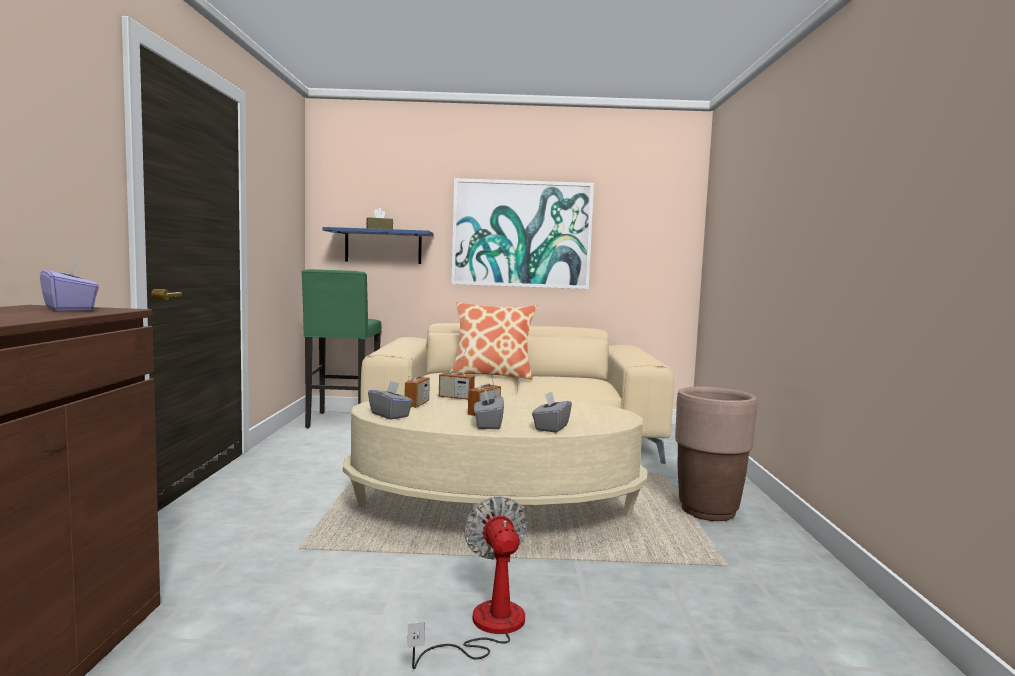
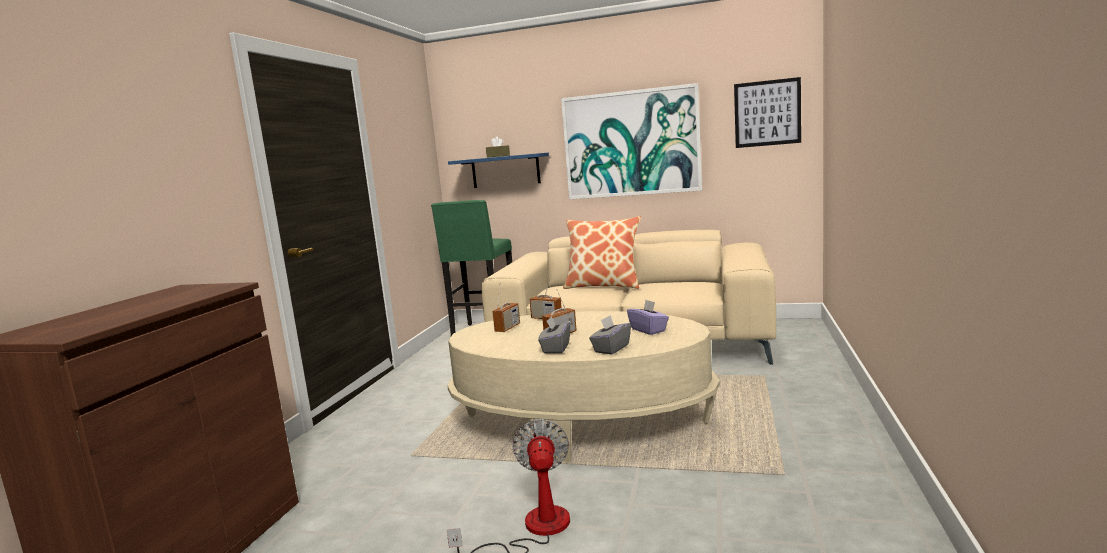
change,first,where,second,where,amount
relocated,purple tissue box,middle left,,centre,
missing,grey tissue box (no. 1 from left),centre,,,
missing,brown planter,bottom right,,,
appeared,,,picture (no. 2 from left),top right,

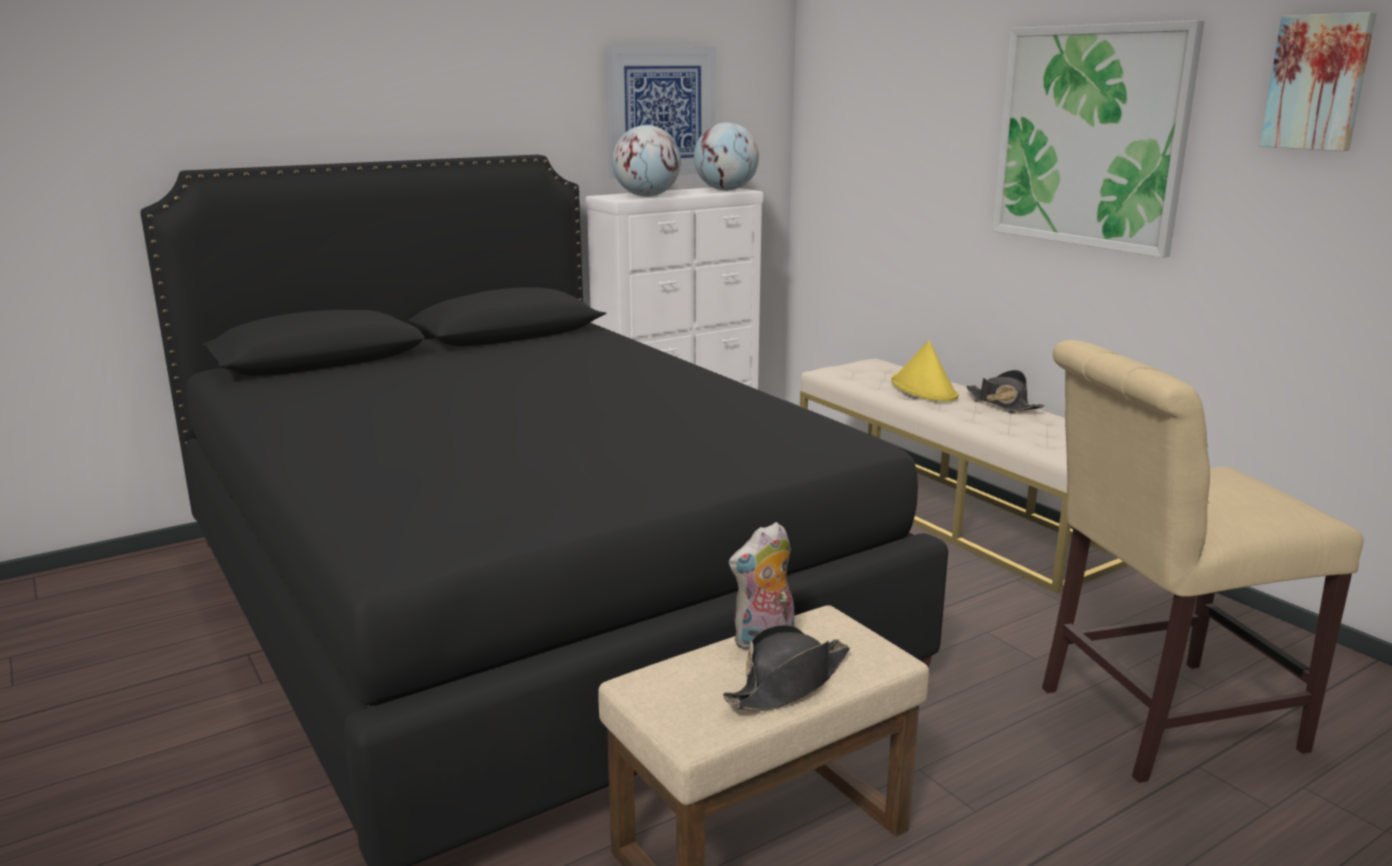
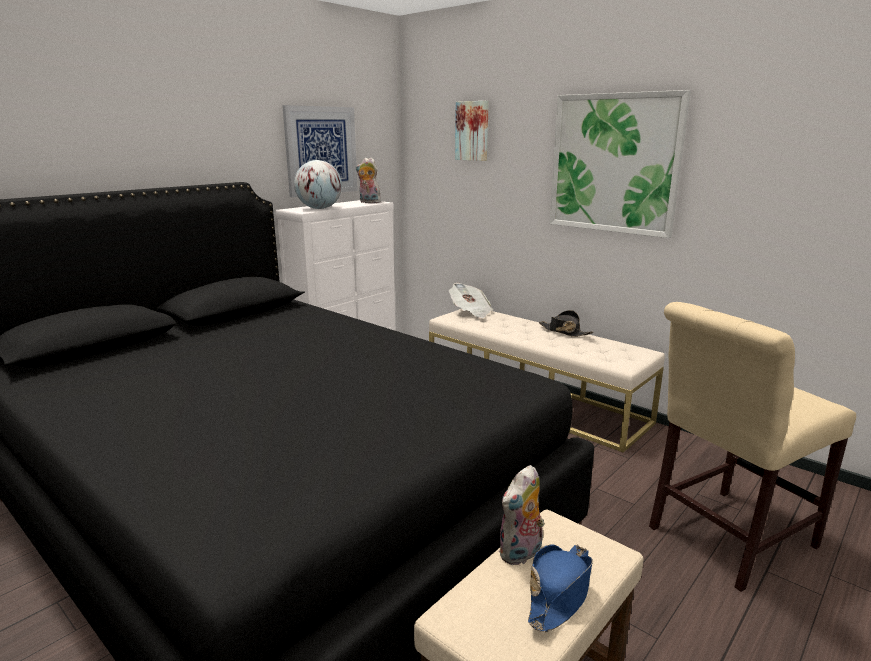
change,first,where,second,where,amount
exchanged,globe (no. 2 from left),top centre,plush toy (no. 1 from left),top centre,
colour,black hat (no. 1 from left),bottom centre,blue hat,bottom centre,
missing,yellow hat,centre,,,
relocated,picture (no. 3 from left in the first image),top right,picture (no. 2 from left),top centre,
appeared,,,newspaper,centre,

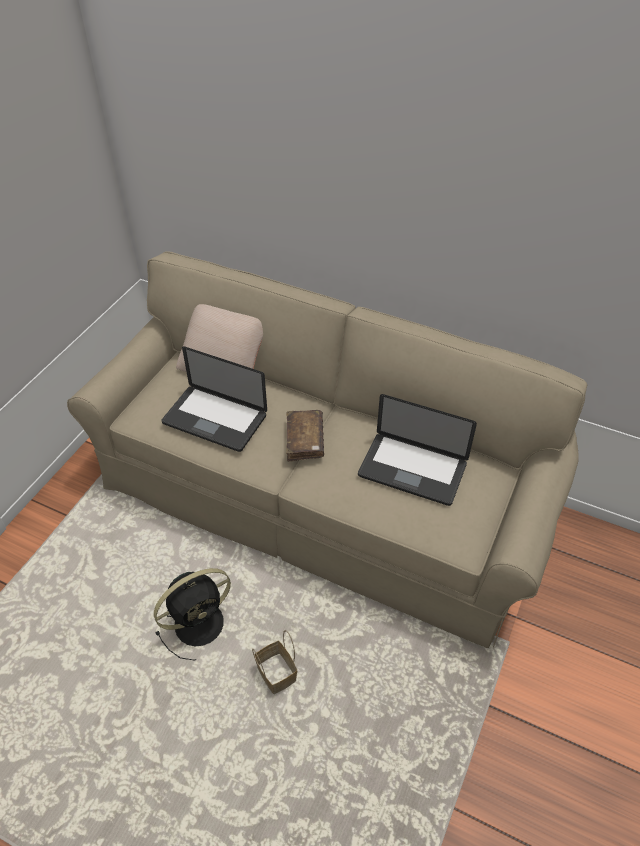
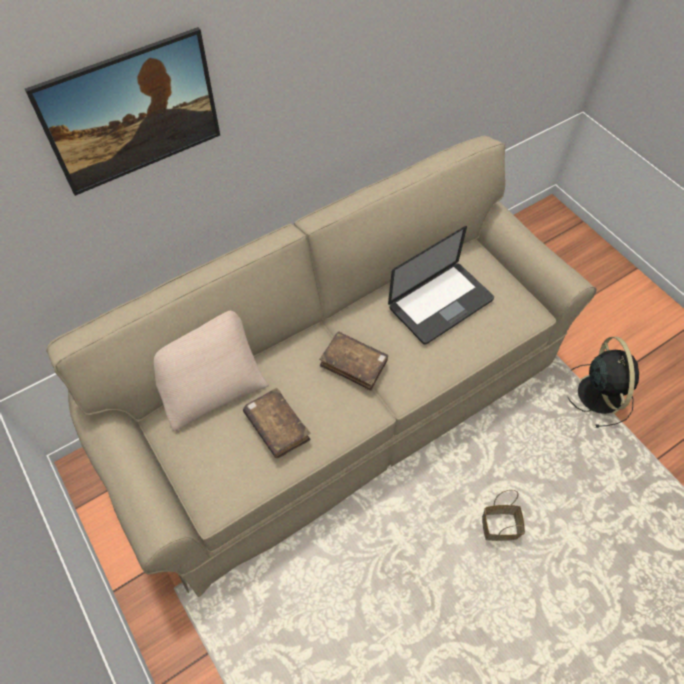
change,first,where,second,where,amount
relocated,black fan,bottom left,,middle right,
exchanged,laptop (no. 1 from left),centre,brown book (no. 1 from left),centre,
appeared,,,picture,top left,

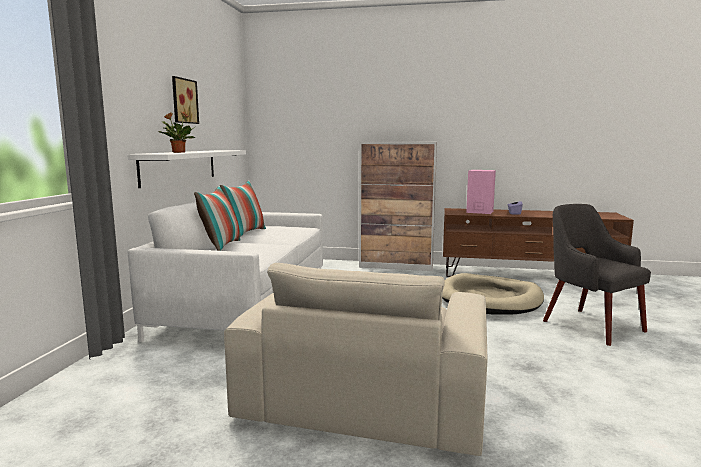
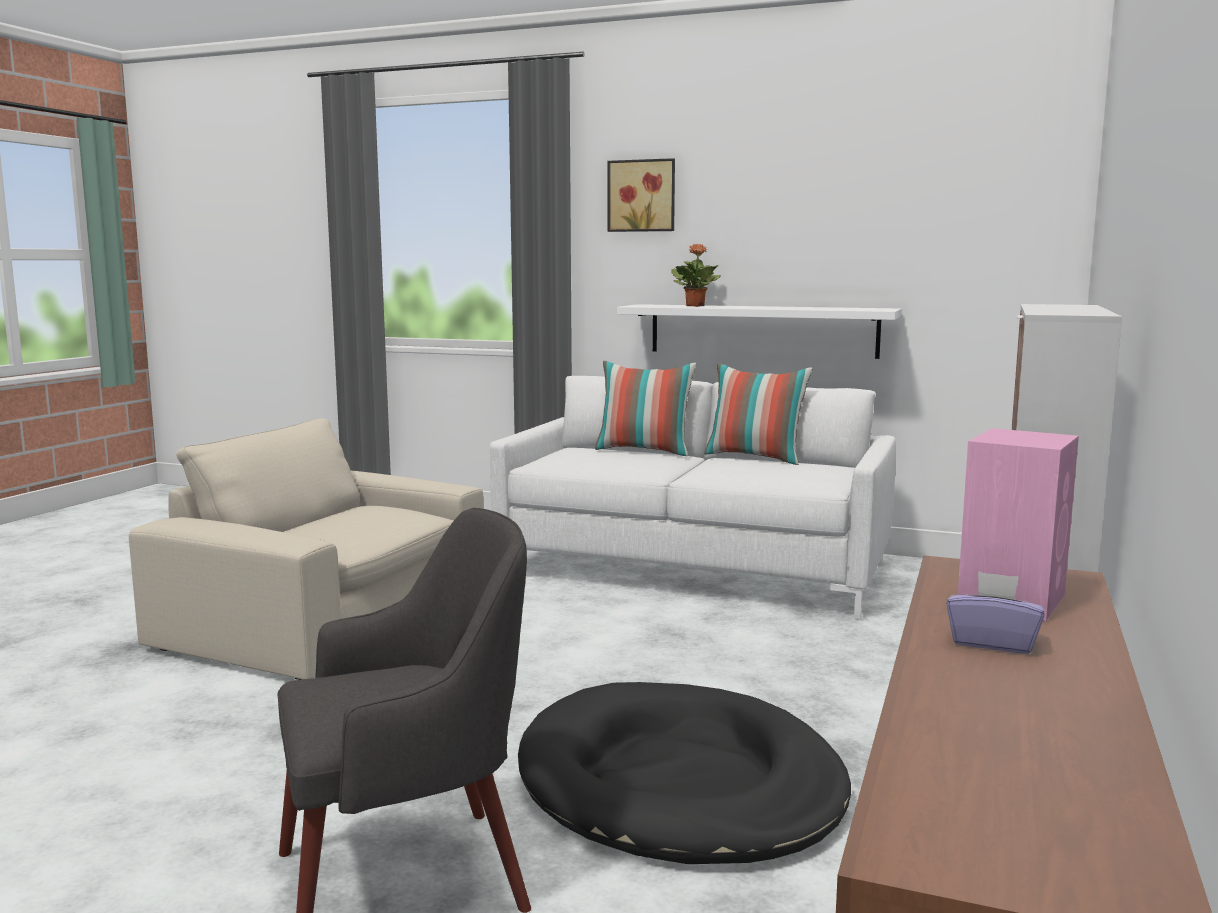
change,first,where,second,where,amount
relocated,picture,top left,,top centre,
colour,beige dog bed,middle right,black dog bed,bottom centre,

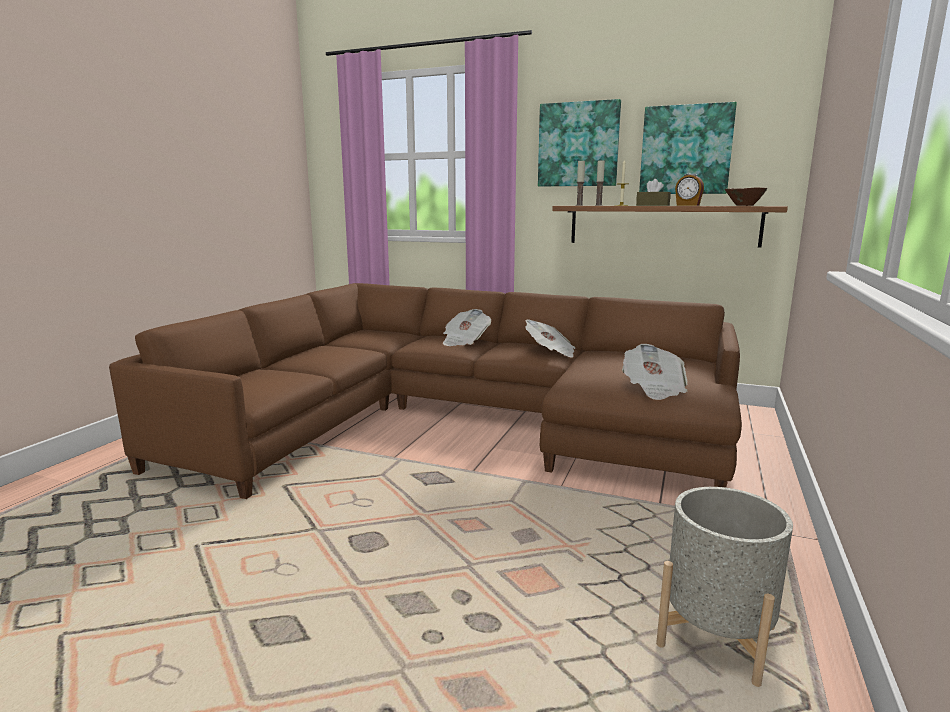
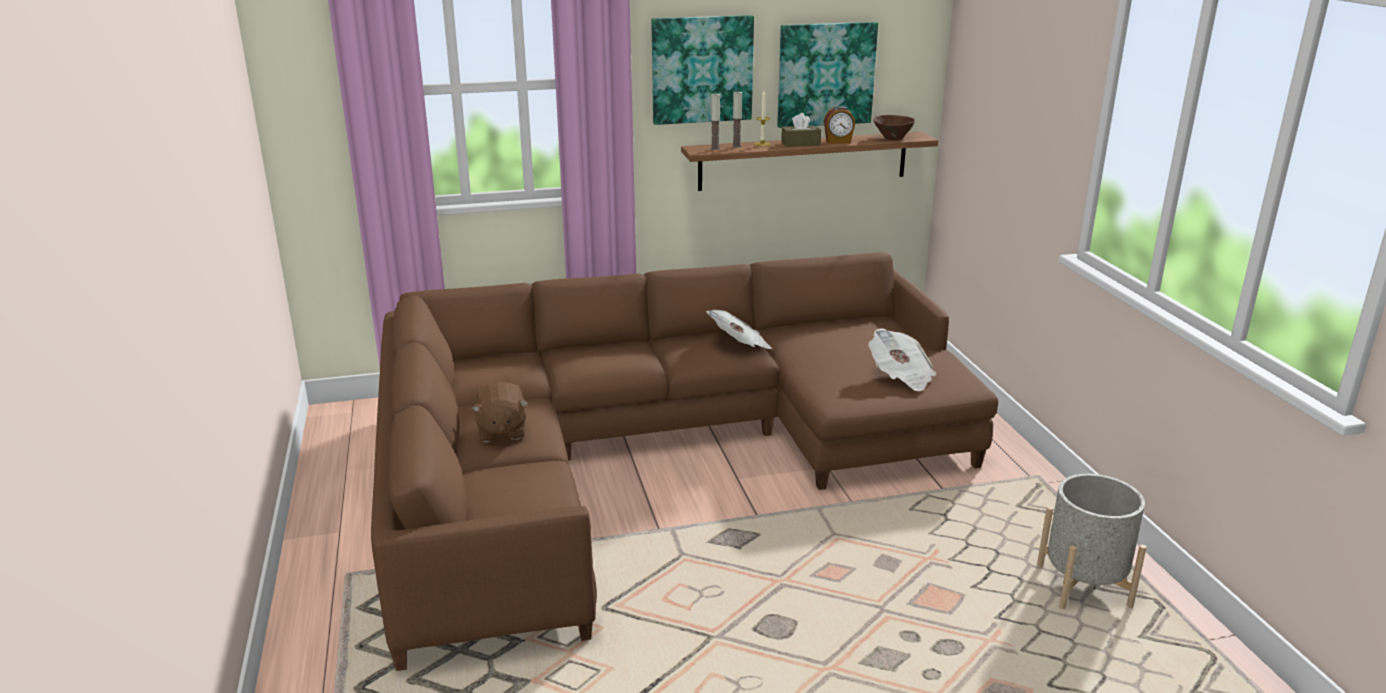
change,first,where,second,where,amount
missing,newspaper (no. 1 from left),centre,,,
appeared,,,brown plush toy,centre,

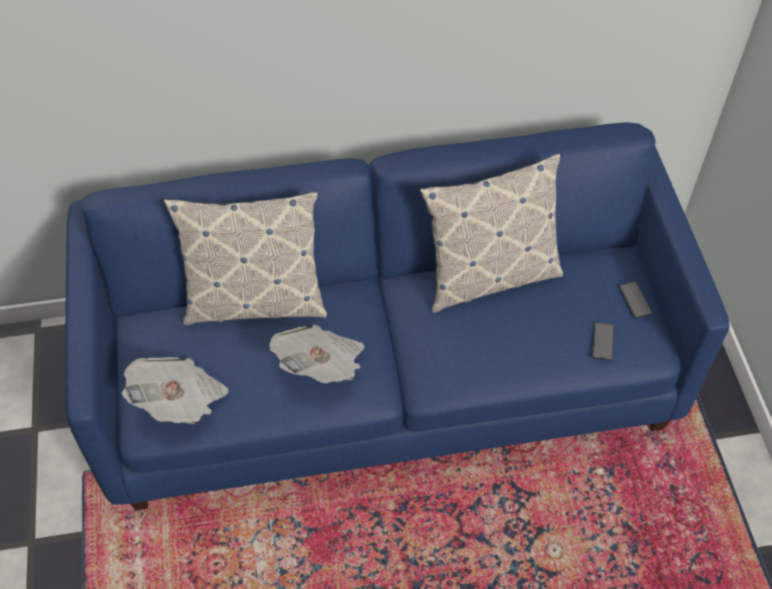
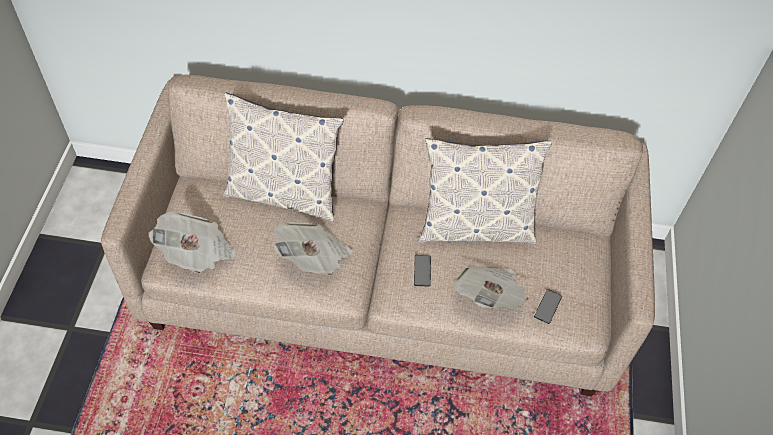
change,first,where,second,where,amount
colour,blue sofa,centre,beige sofa,centre,
relocated,phone (no. 2 from left in the first image),middle right,phone (no. 1 from left),centre,
appeared,,,newspaper (no. 3 from left),centre,

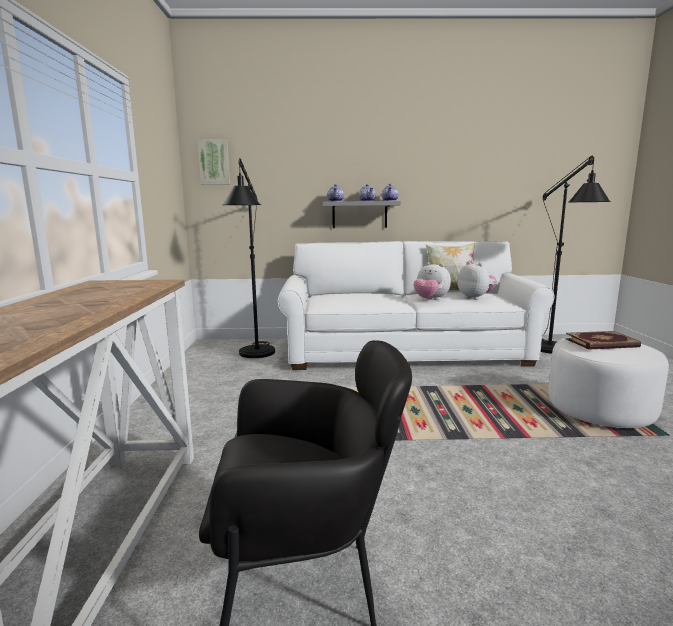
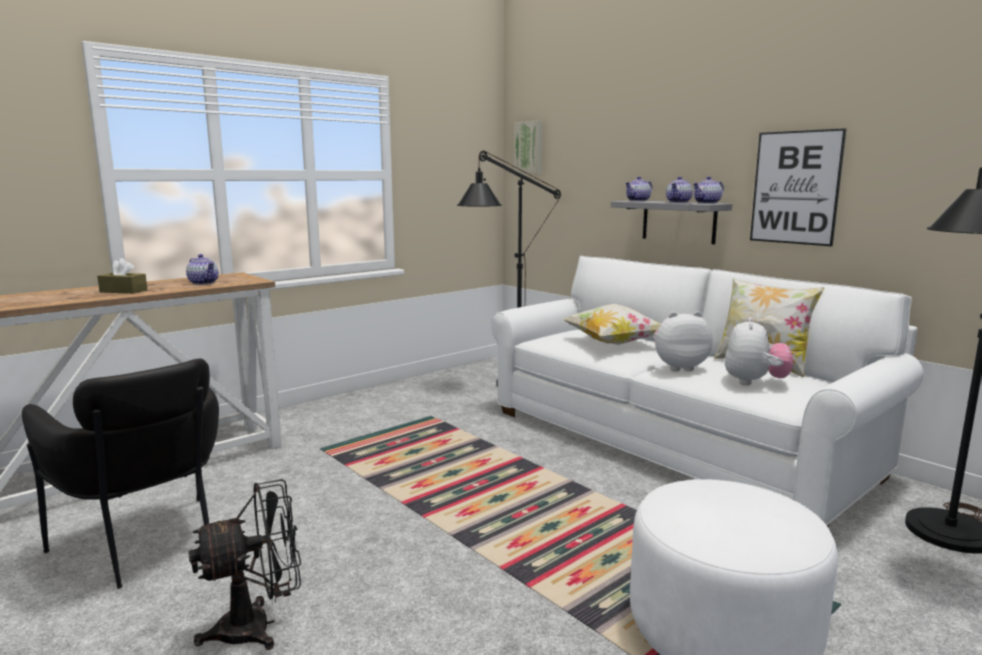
change,first,where,second,where,amount
spun,plush toy (no. 1 from left),centre,,middle right,90 degrees clockwise
missing,book,middle right,,,
appeared,,,brown tissue box,middle left,
appeared,,,teapot (no. 1 from left),middle left,
appeared,,,black fan,bottom left,
appeared,,,pillow (no. 1 from left),centre,
appeared,,,picture (no. 2 from left),top right,

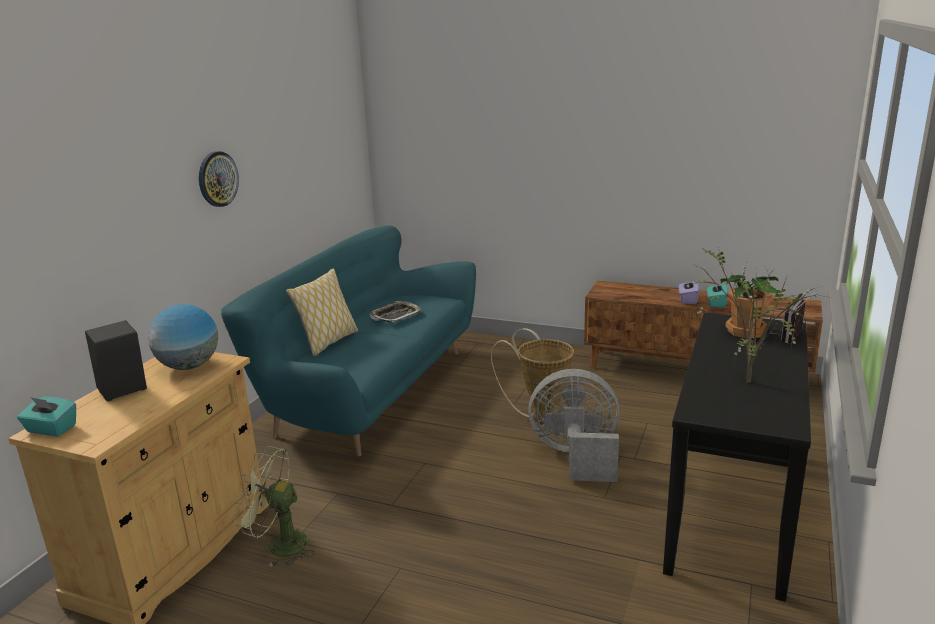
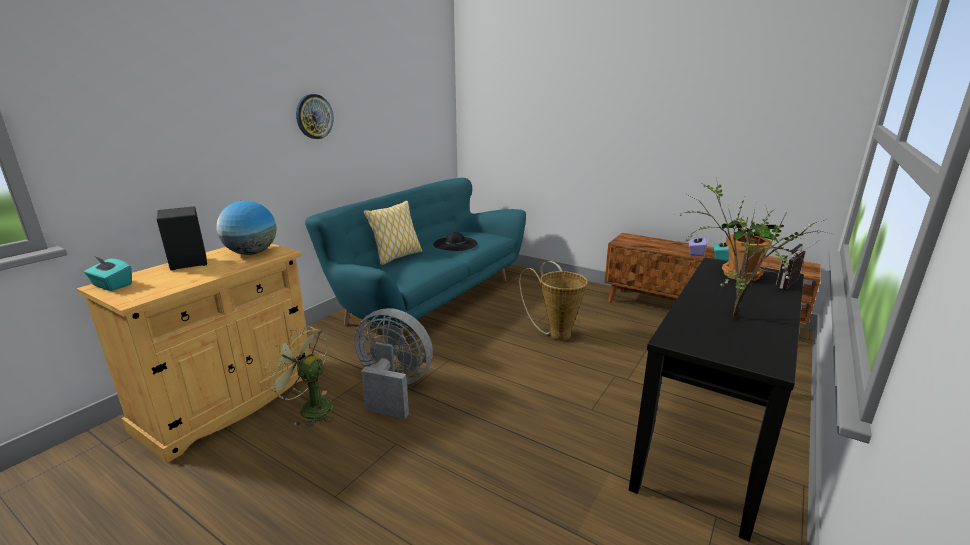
change,first,where,second,where,amount
exchanged,tray,centre,black hat,centre,
relocated,grey fan,bottom centre,,centre,

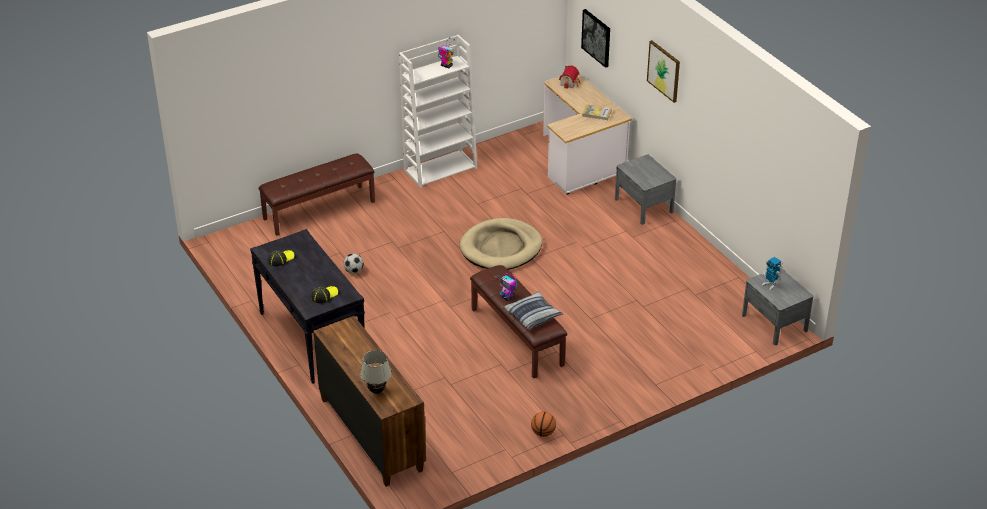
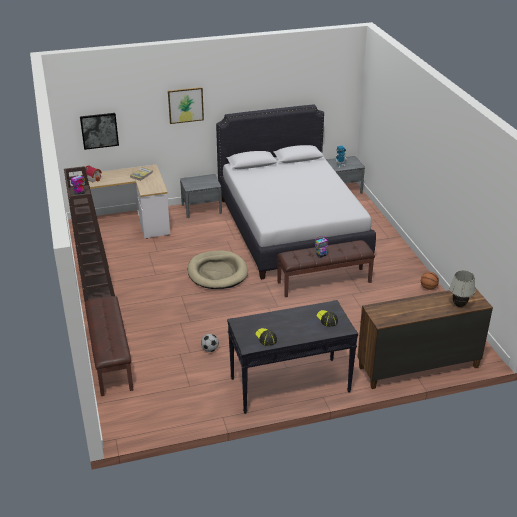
change,first,where,second,where,amount
colour,white bookcase,top centre,brown bookcase,middle left,
missing,pillow,centre,,,
appeared,,,white bed,centre,

